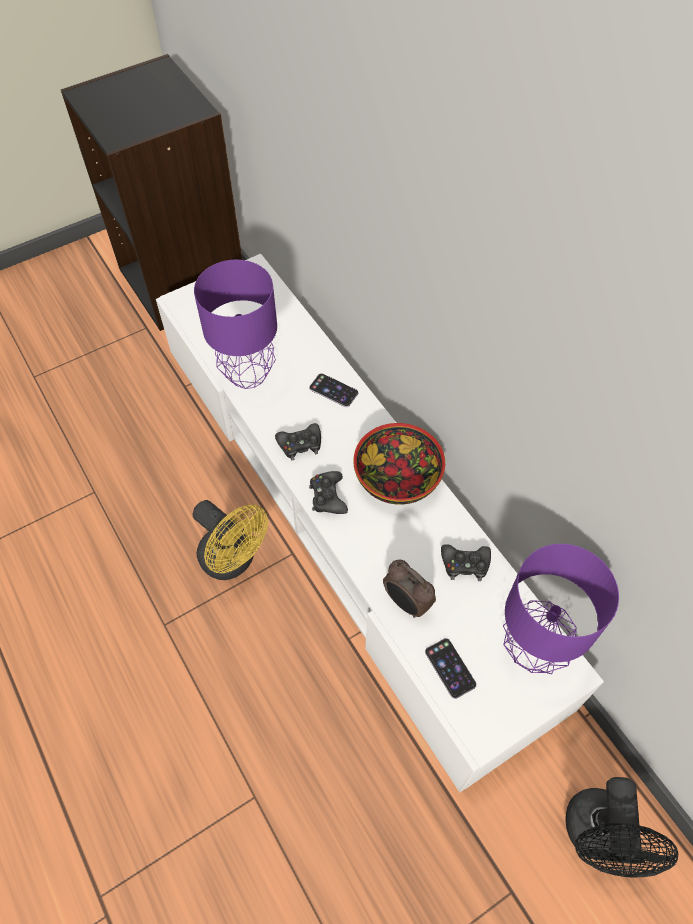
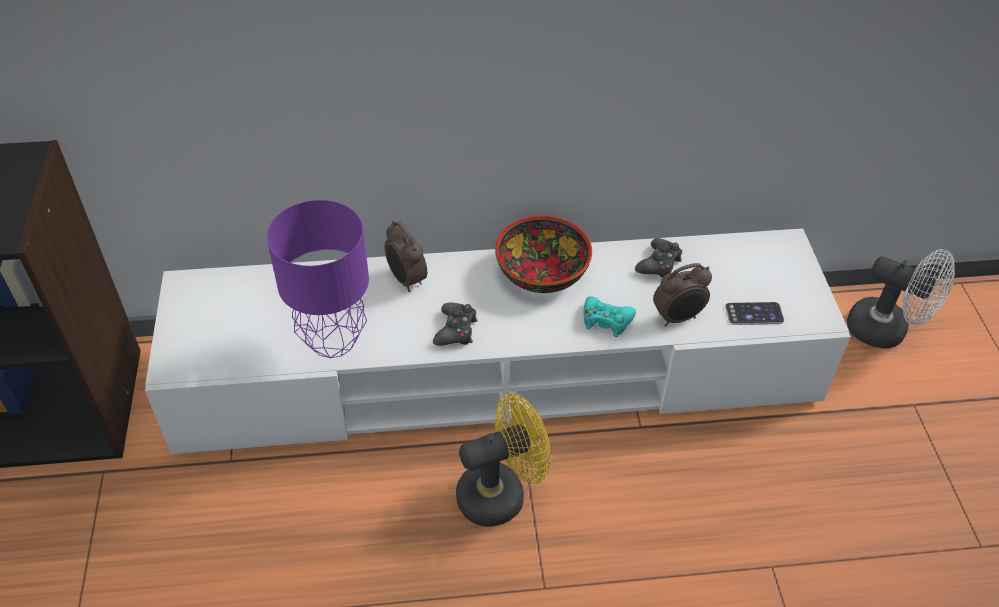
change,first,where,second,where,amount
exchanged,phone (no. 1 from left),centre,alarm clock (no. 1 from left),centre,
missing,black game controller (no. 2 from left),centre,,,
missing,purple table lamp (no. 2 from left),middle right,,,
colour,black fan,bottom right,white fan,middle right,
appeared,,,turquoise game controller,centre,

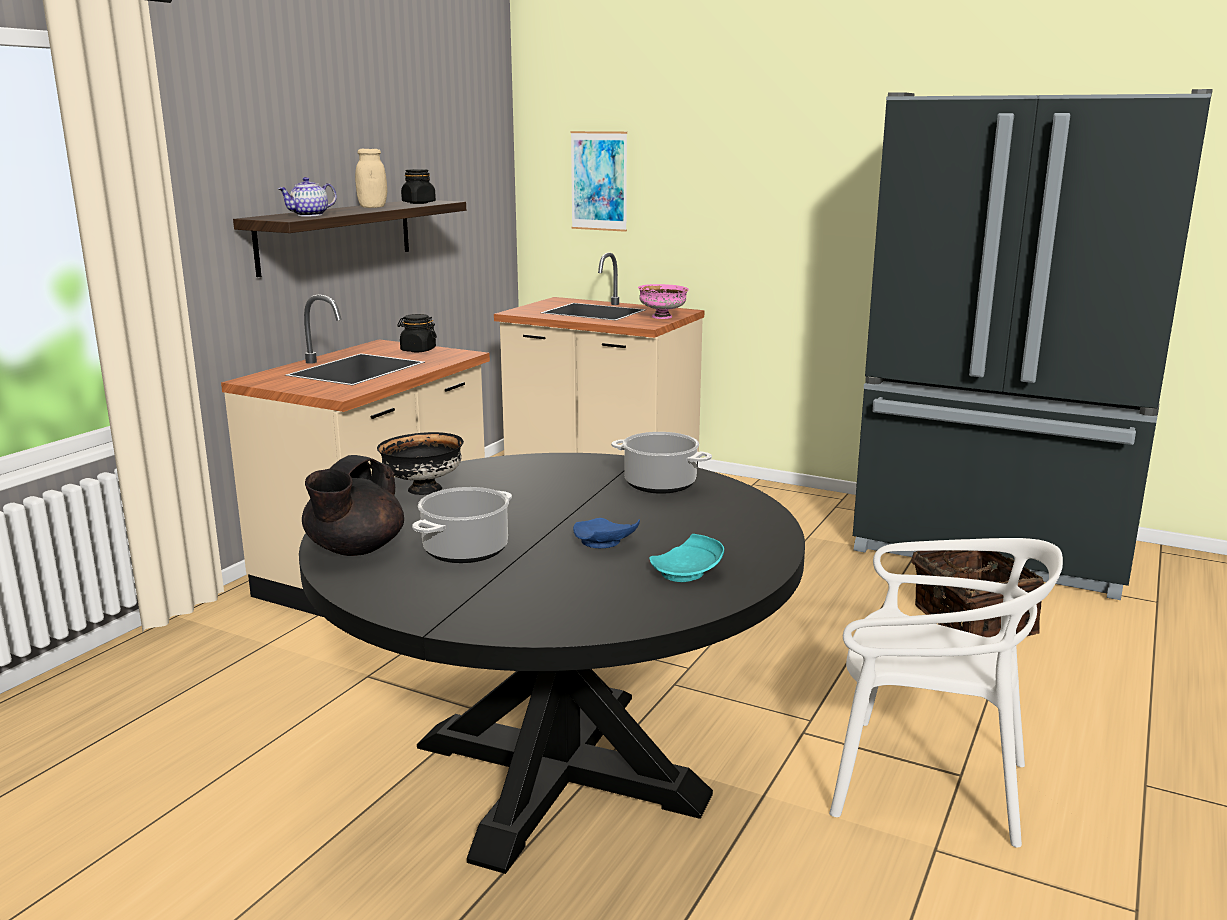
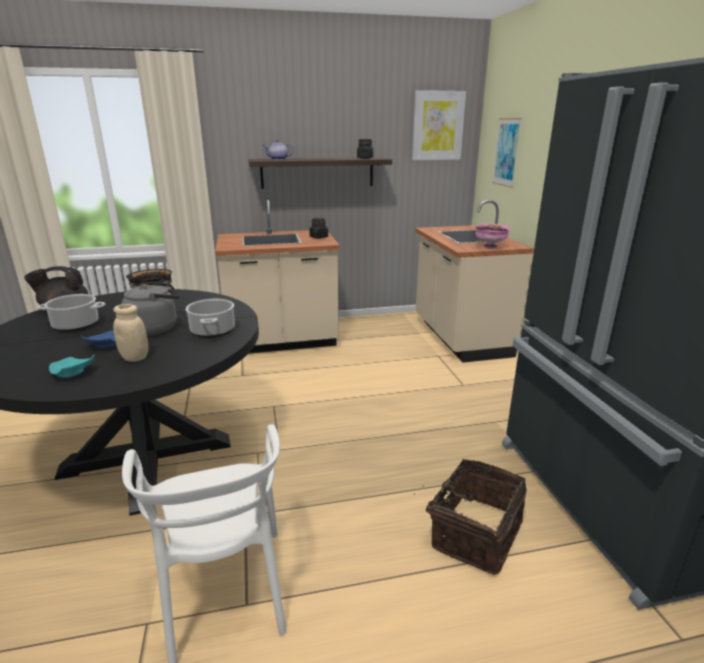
change,first,where,second,where,amount
relocated,beige jar,top left,,middle left,
appeared,,,grey kettle,middle left,
appeared,,,picture (no. 1 from left),top centre,

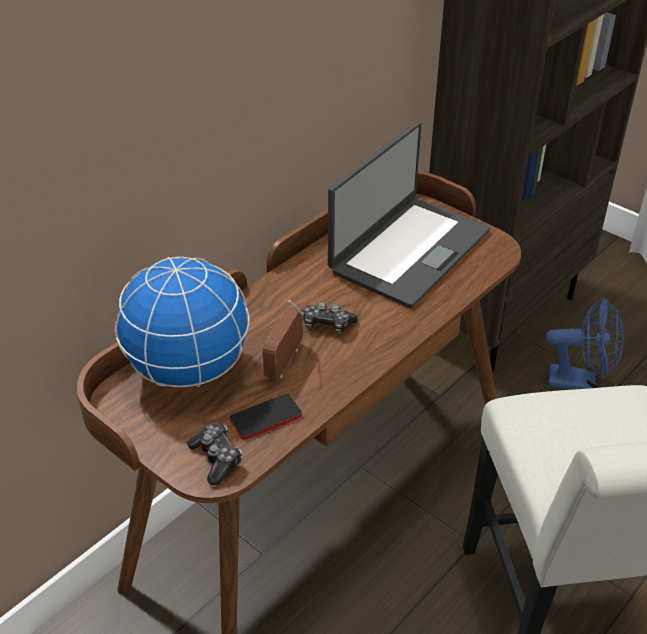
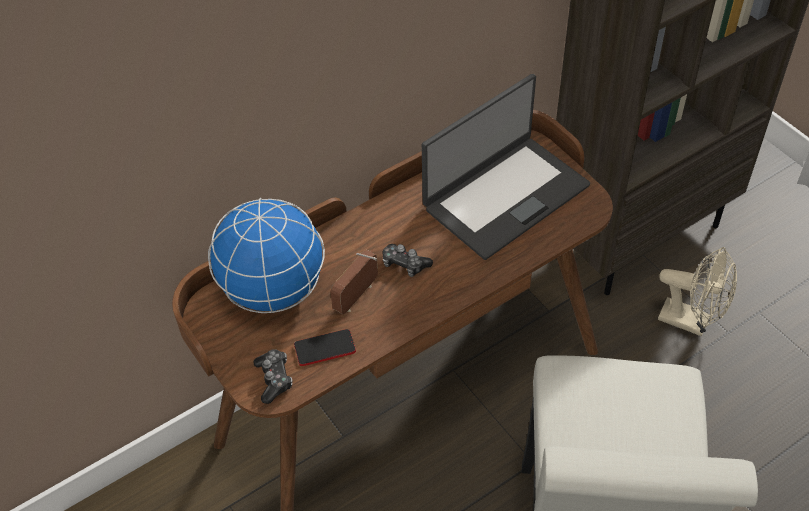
change,first,where,second,where,amount
colour,blue fan,middle right,beige fan,middle right,

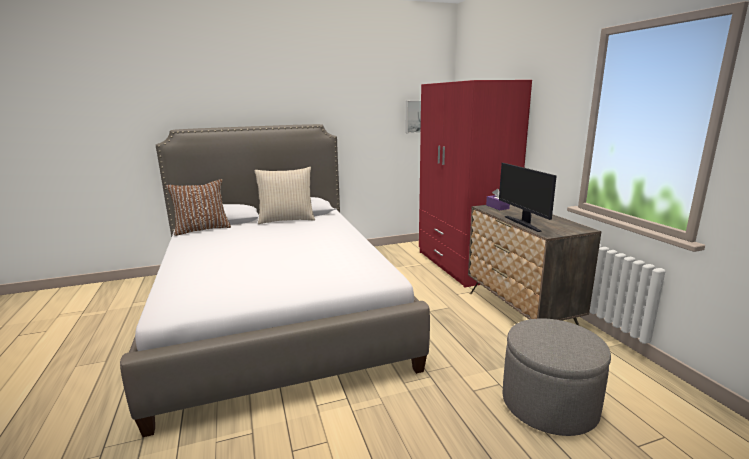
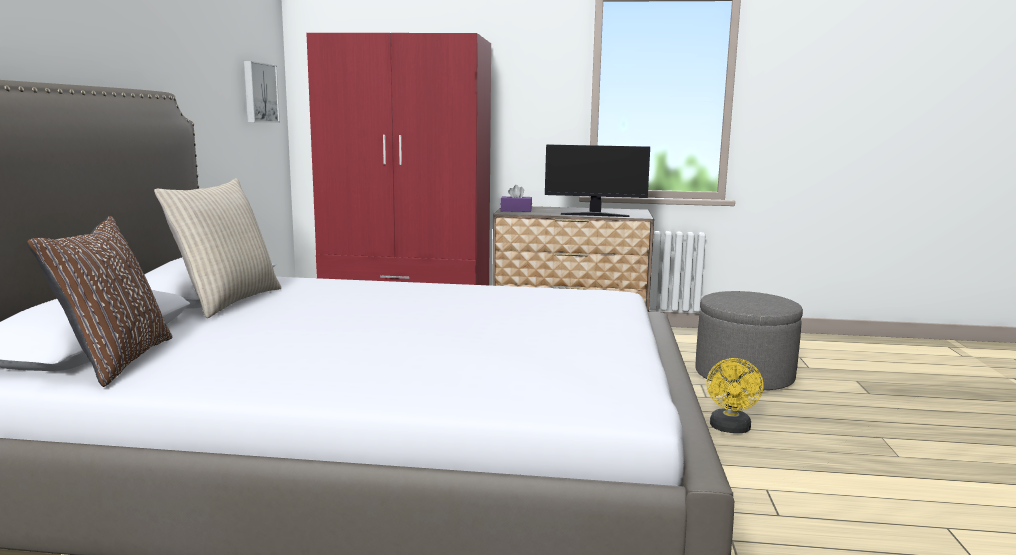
change,first,where,second,where,amount
appeared,,,yellow fan,bottom right,

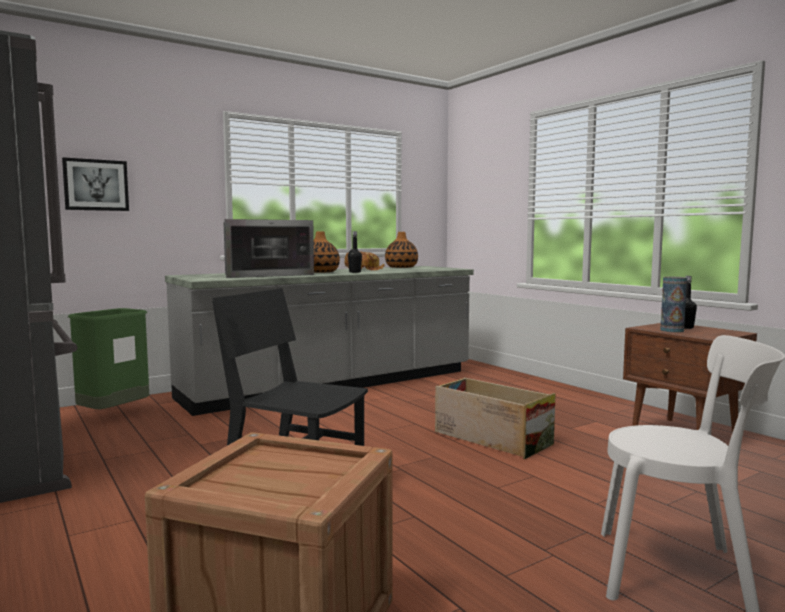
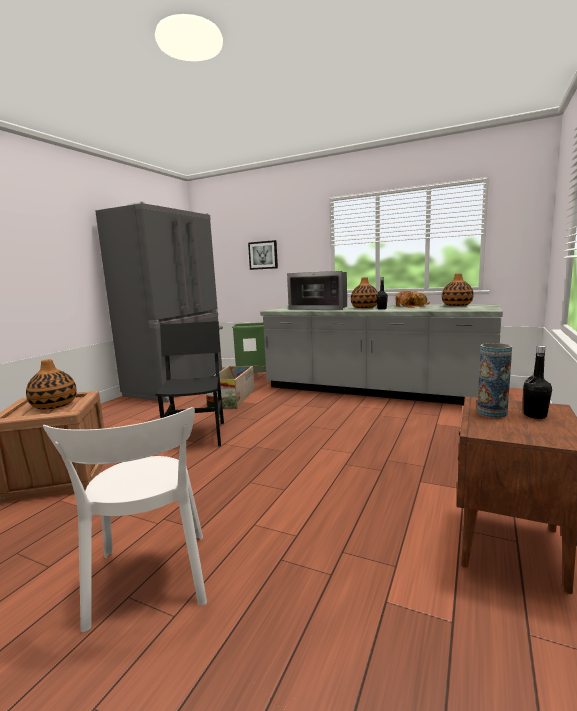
change,first,where,second,where,amount
relocated,crate (no. 2 from left),bottom centre,,centre,
appeared,,,vase (no. 1 from left),middle left,

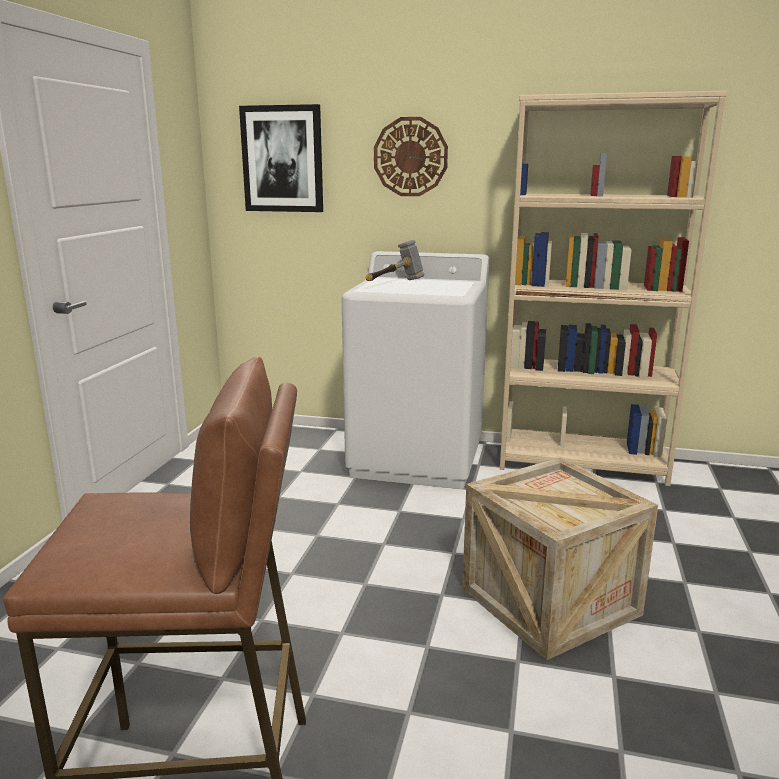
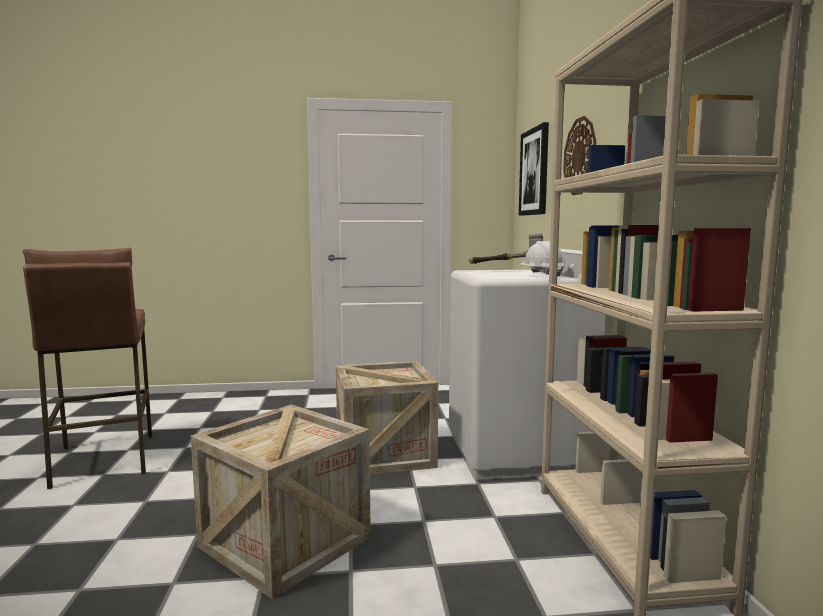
change,first,where,second,where,amount
appeared,,,crate (no. 2 from left),bottom centre,
appeared,,,white hard hat,centre,

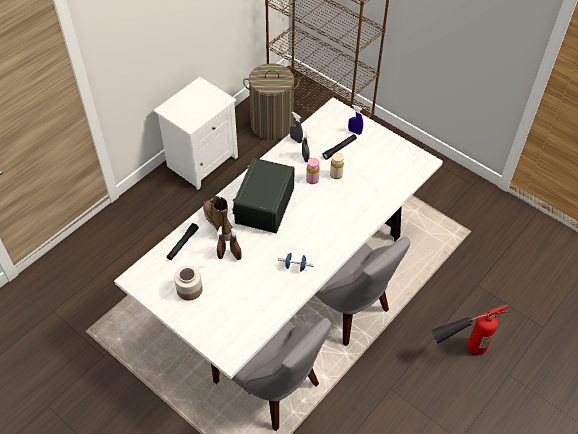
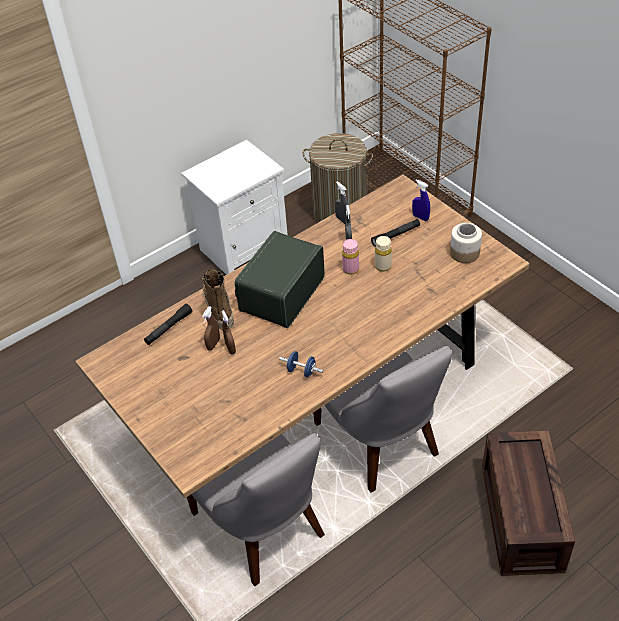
change,first,where,second,where,amount
colour,white dining table,centre,brown dining table,centre,
relocated,jar,middle left,,middle right,
exchanged,fire extinguisher,bottom right,crate,bottom right,

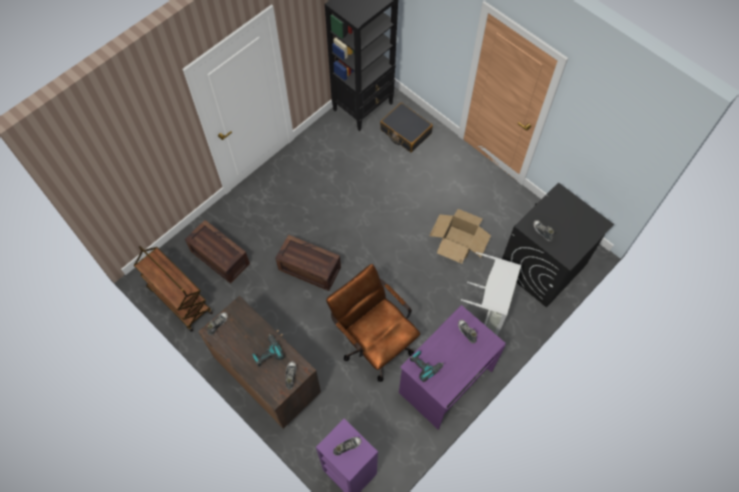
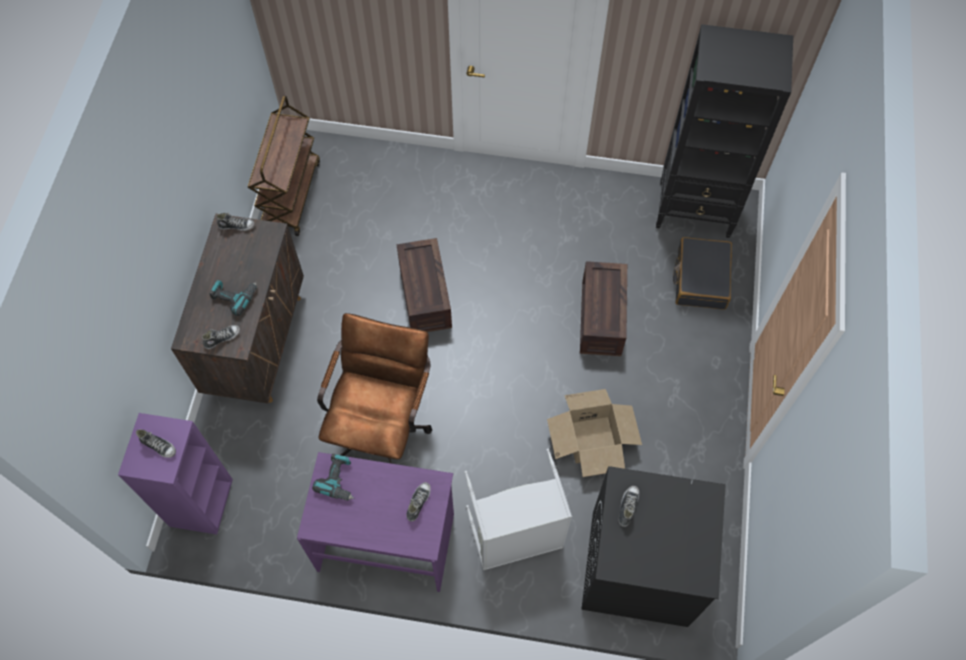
change,first,where,second,where,amount
relocated,crate (no. 1 from left in the first image),middle left,crate (no. 2 from left),centre,

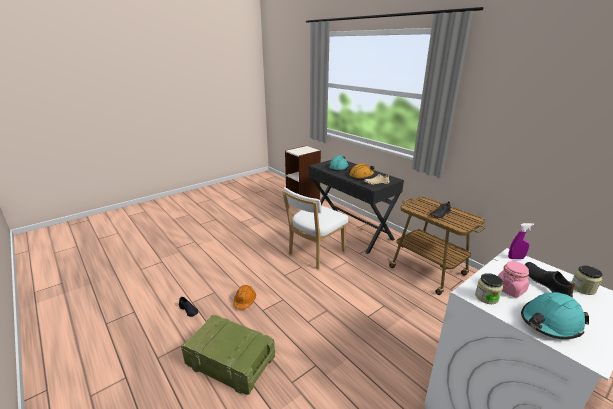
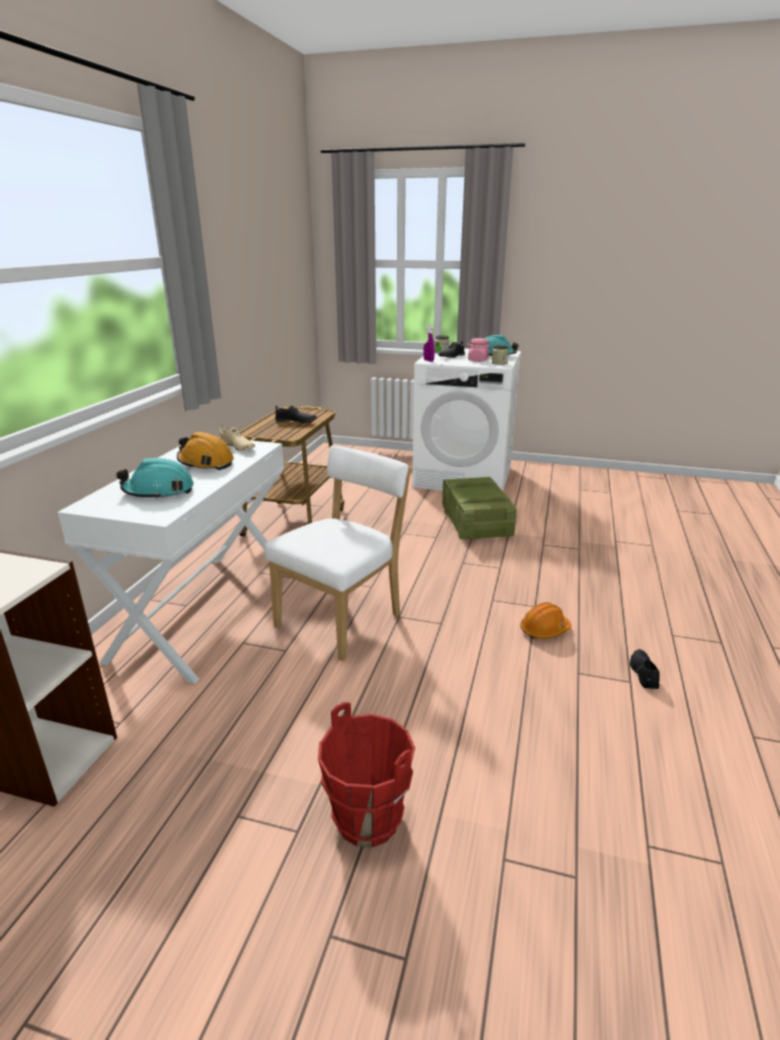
change,first,where,second,where,amount
relocated,crate,bottom centre,,centre,
spun,white chair,centre,,centre,60 degrees counterclockwise
colour,black desk,centre,white desk,middle left,
appeared,,,red bucket,bottom centre,

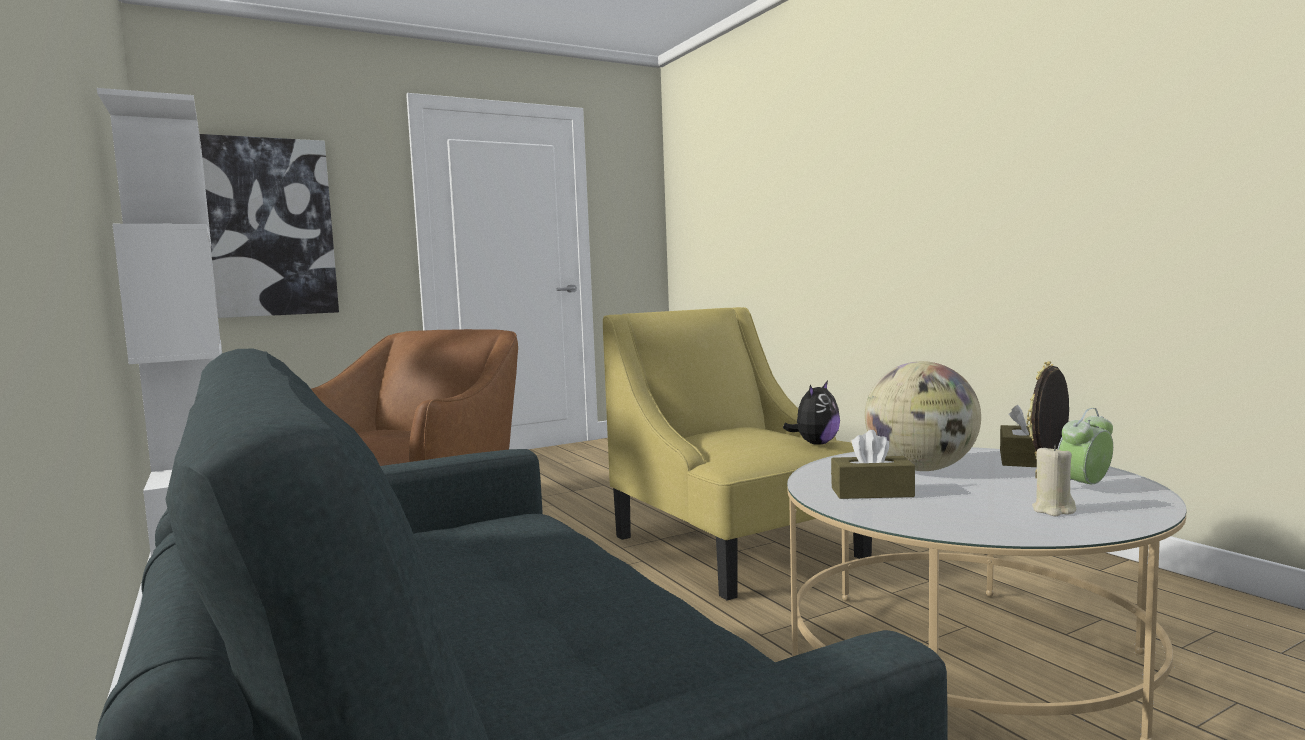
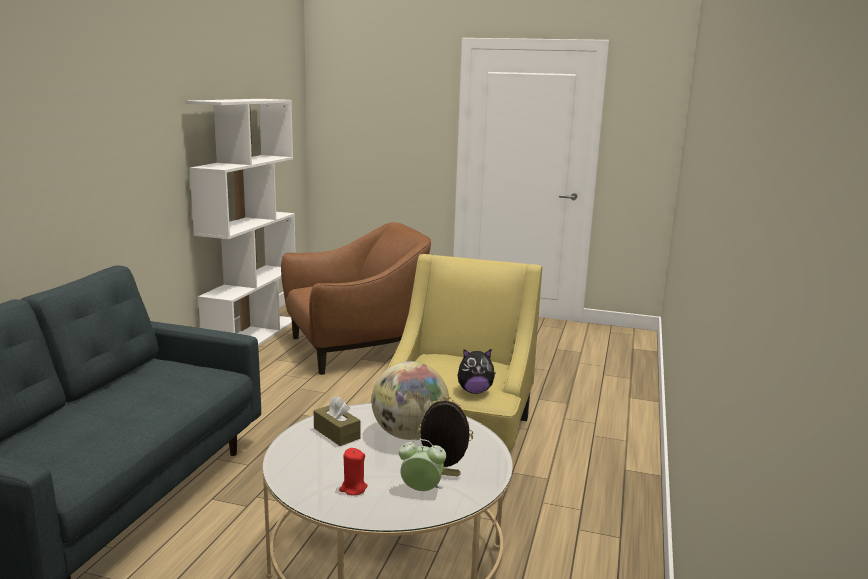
change,first,where,second,where,amount
missing,picture,top left,,,
missing,brown tissue box (no. 2 from left),middle right,,,
colour,beige candle,middle right,red candle,bottom centre,

